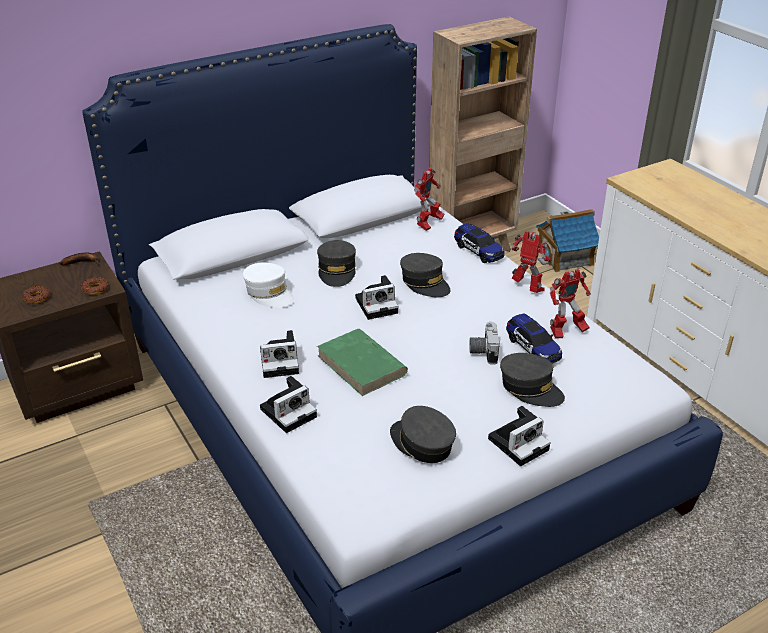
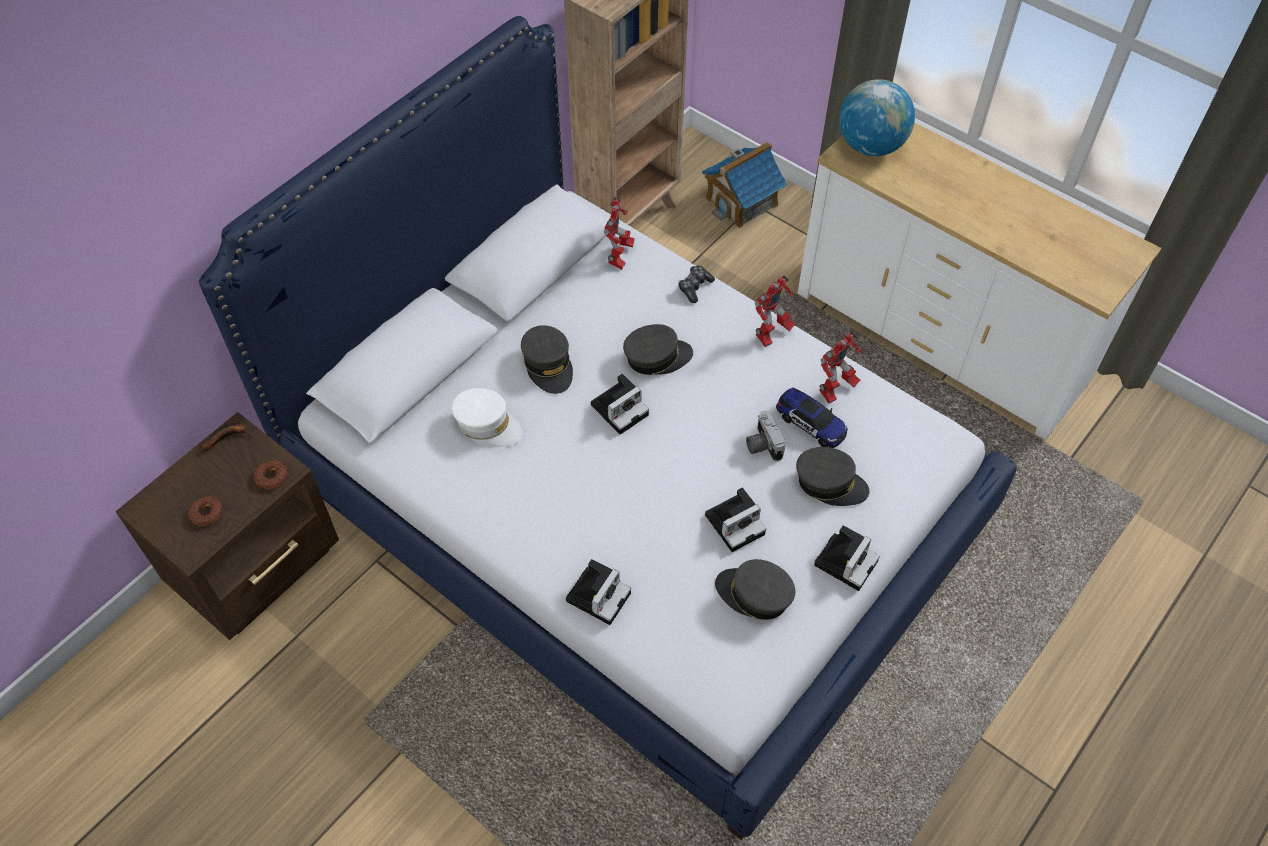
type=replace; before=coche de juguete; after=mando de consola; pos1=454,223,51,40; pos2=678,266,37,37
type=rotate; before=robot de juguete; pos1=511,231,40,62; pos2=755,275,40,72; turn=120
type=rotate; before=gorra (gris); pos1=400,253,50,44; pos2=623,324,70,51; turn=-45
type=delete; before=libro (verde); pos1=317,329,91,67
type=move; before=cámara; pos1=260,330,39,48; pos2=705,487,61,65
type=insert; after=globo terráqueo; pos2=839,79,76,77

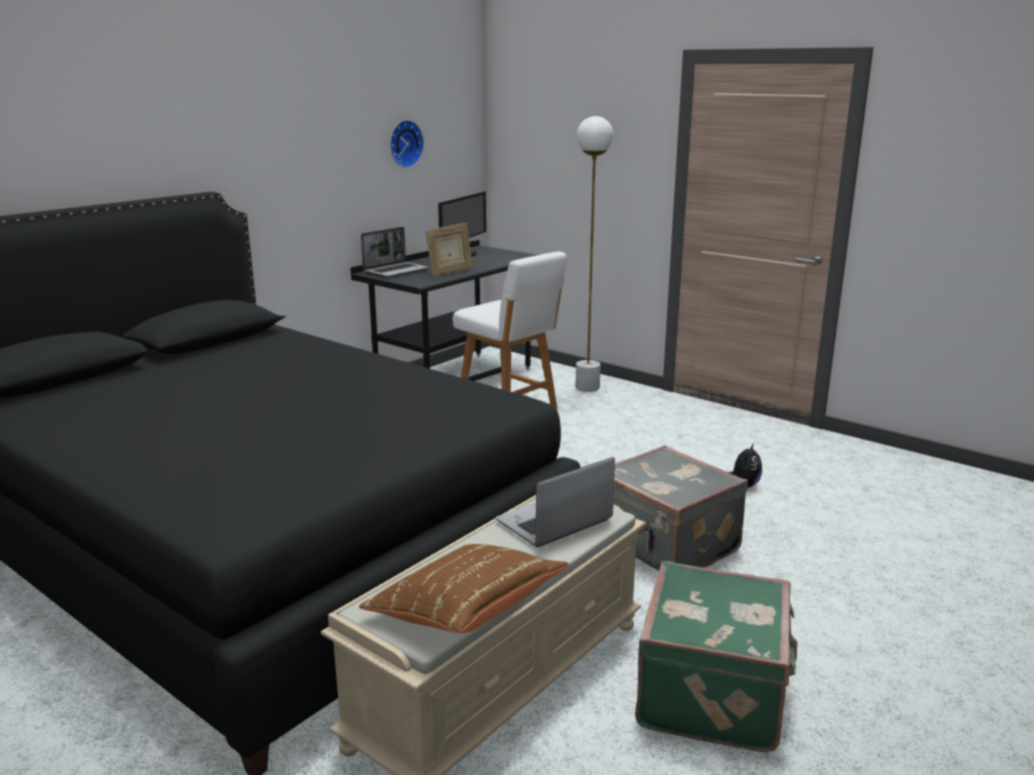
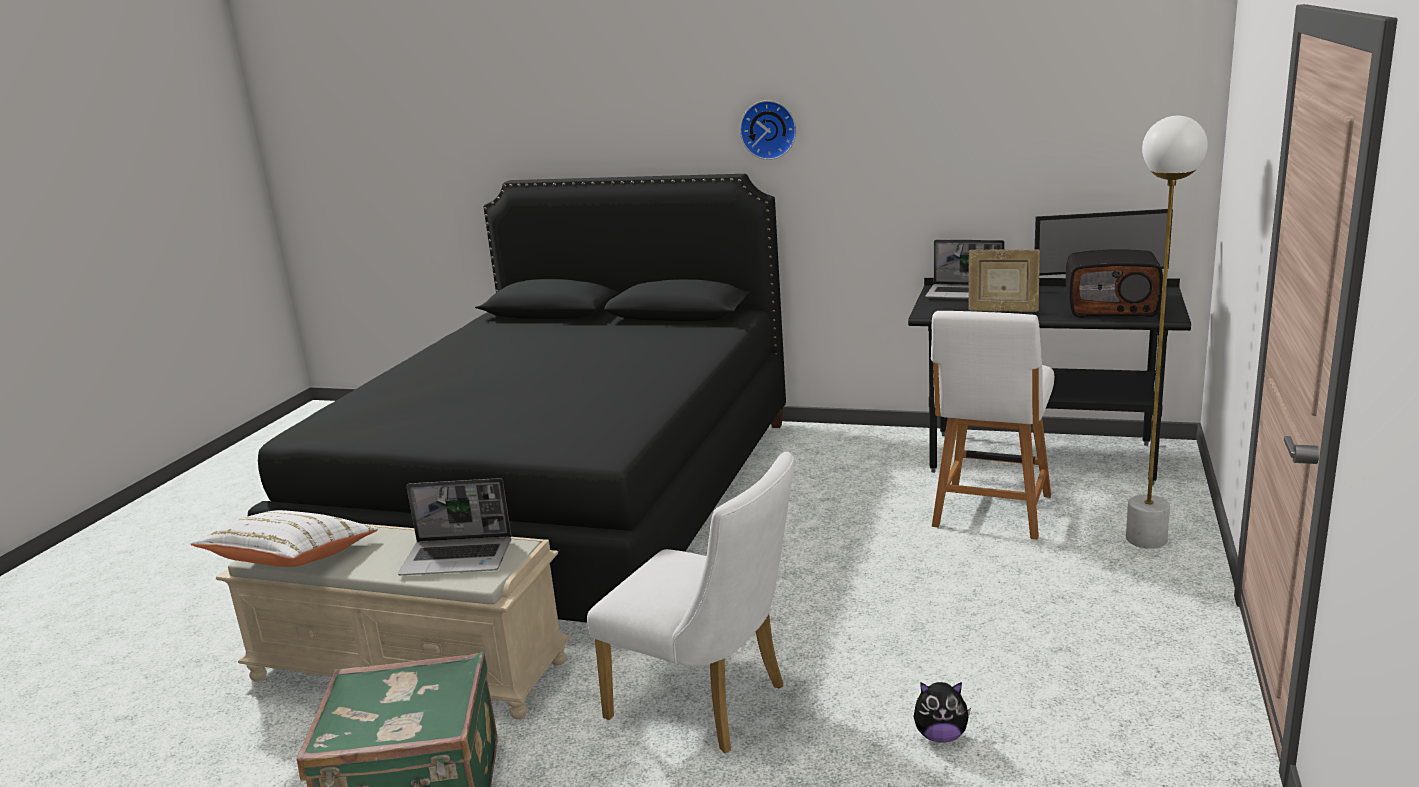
type=move; before=reloj de pared; pos1=390,120,34,48; pos2=740,100,56,60
type=replace; before=maleta (gris); after=silla (blanco); pos1=613,445,135,126; pos2=587,452,207,301
type=rotate; before=portátil; pos1=496,457,119,90; pos2=398,478,113,97; turn=150
type=recolor; before=cojín (marrón); after=cojín (blanco); pos1=359,544,210,89; pos2=191,510,187,57
type=insert; after=radio; pos2=1066,249,97,68

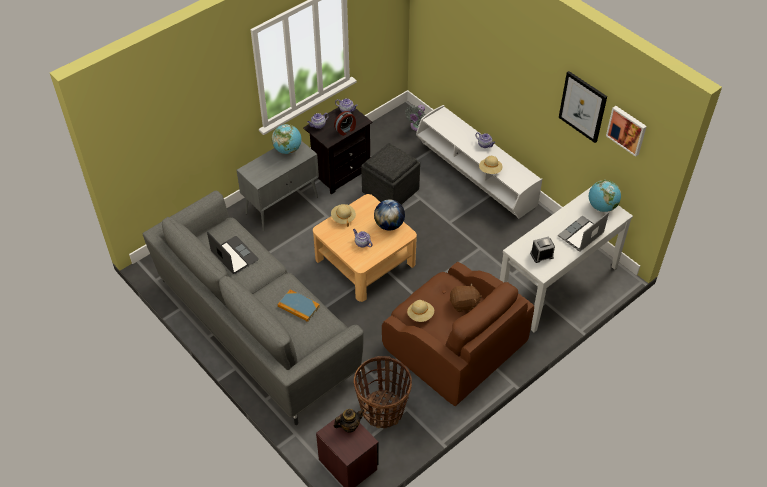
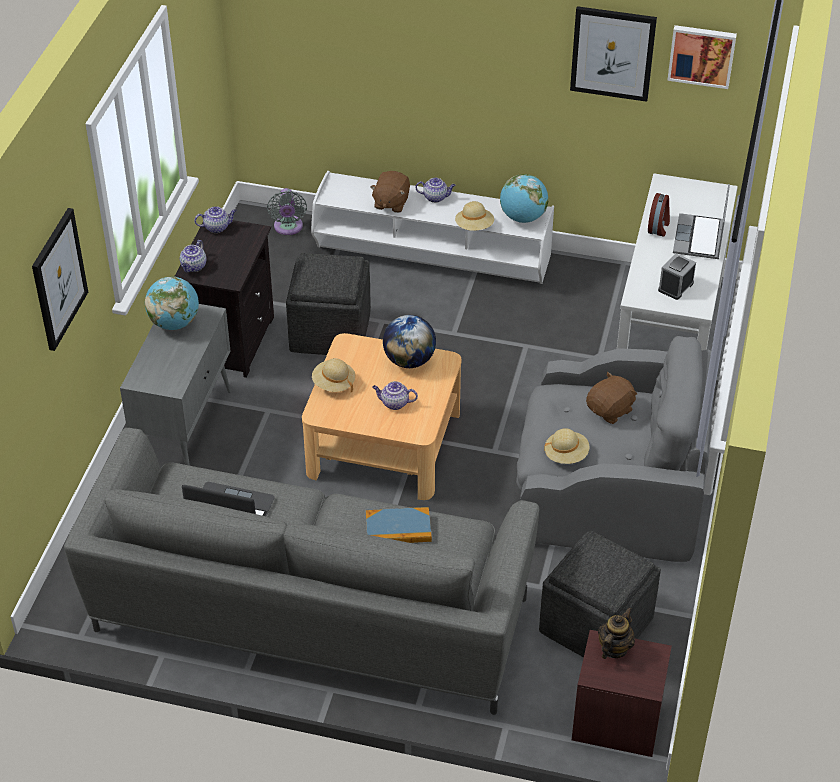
type=move; before=despertador; pos1=334,111,22,25; pos2=648,193,22,43
type=move; before=globo terráqueo; pos1=589,180,32,32; pos2=500,174,48,49
type=recolor; before=sillón (marrón); after=sillón (gris); pos1=382,262,152,144; pos2=516,336,198,226
type=replace; before=cesta; after=puf (gris); pos1=354,356,58,73; pos2=539,530,122,127
type=insert; after=peluche (marrón); pos2=370,171,40,42
type=insert; after=cuadro; pos2=32,208,56,143

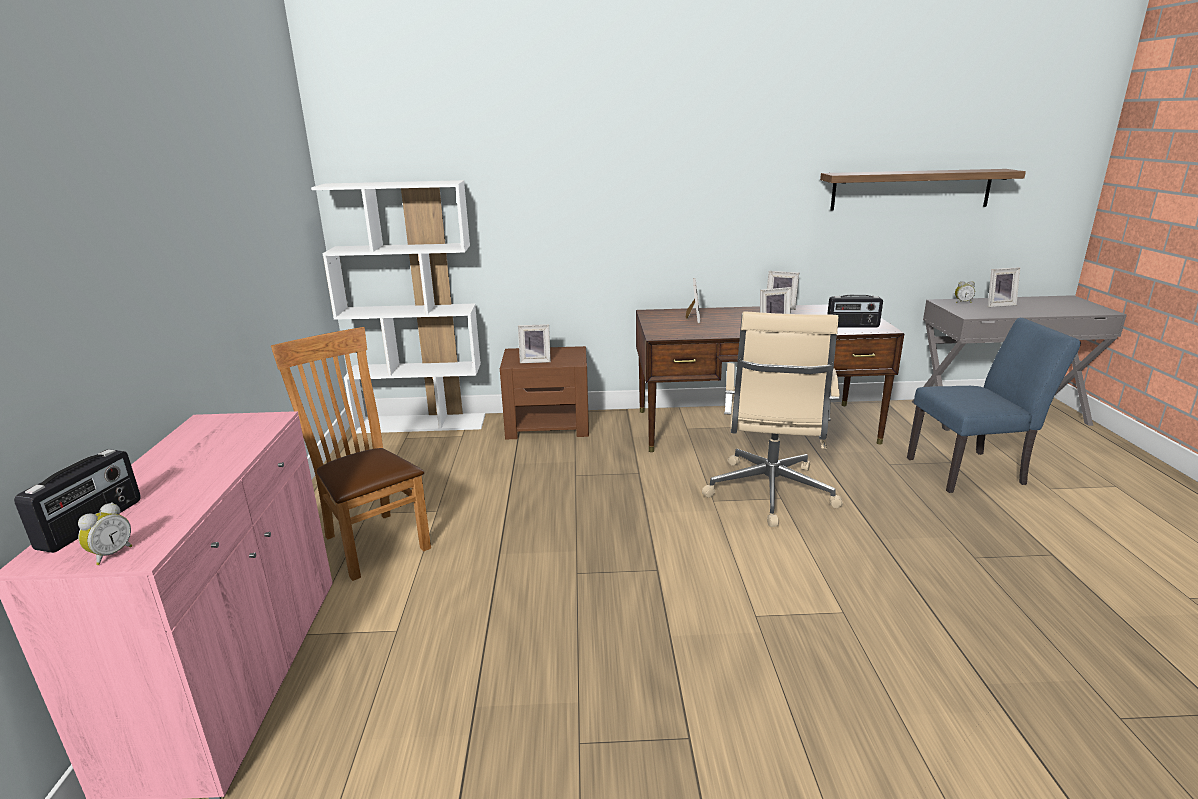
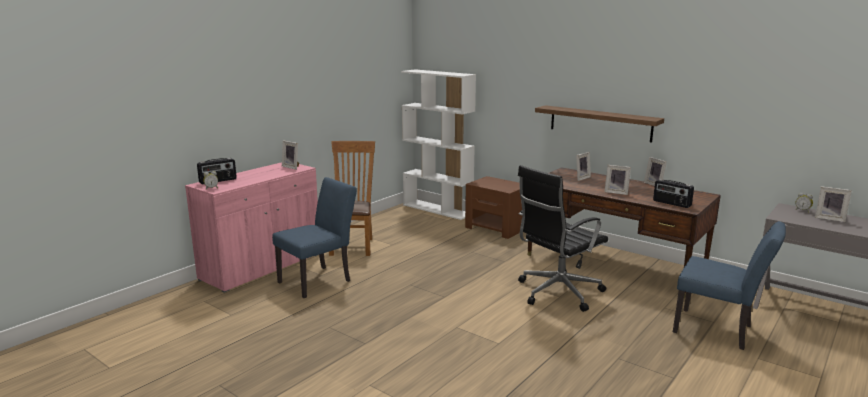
type=move; before=estante; pos1=820,169,206,41; pos2=535,105,129,37
type=recolor; before=silla de oficina (beis); after=silla de oficina (negro); pos1=702,312,141,215; pos2=518,165,90,147
type=move; before=portarretratos; pos1=518,324,33,39; pos2=282,140,17,30
type=insert; after=silla (azul); pos2=272,177,85,121

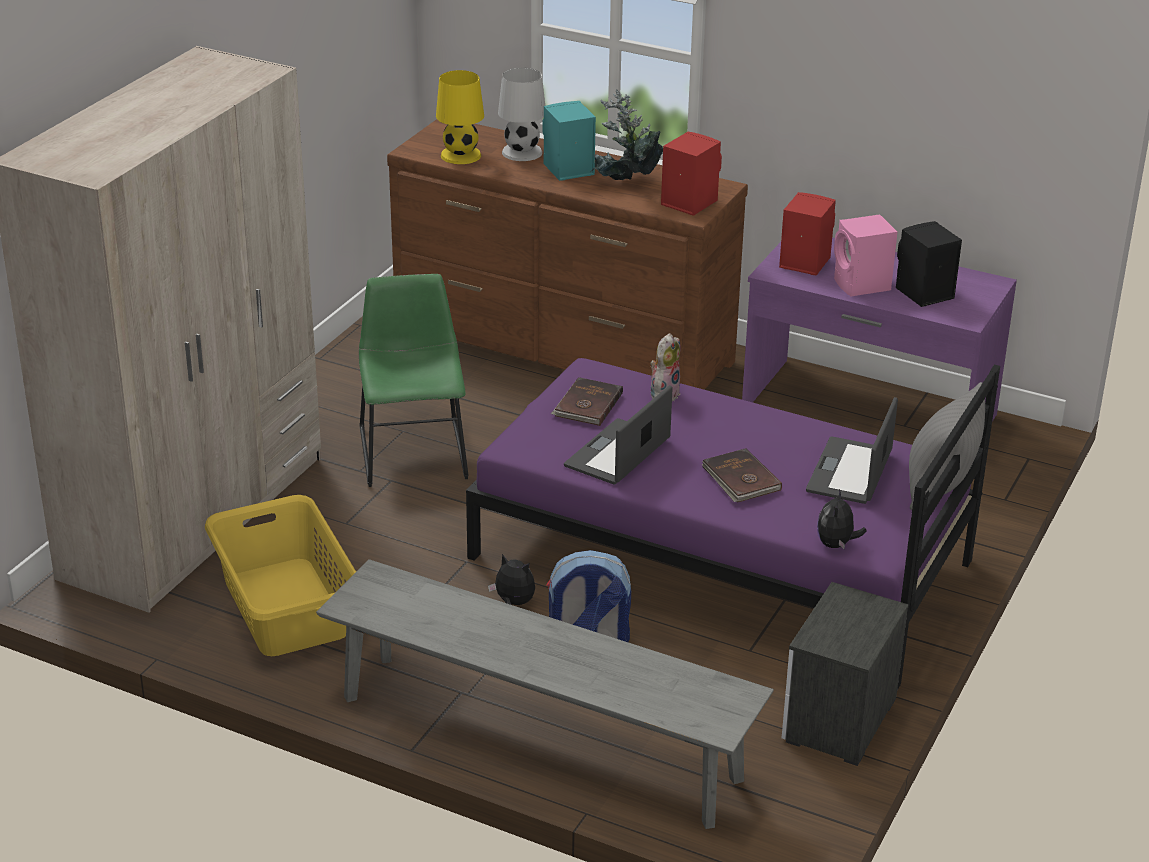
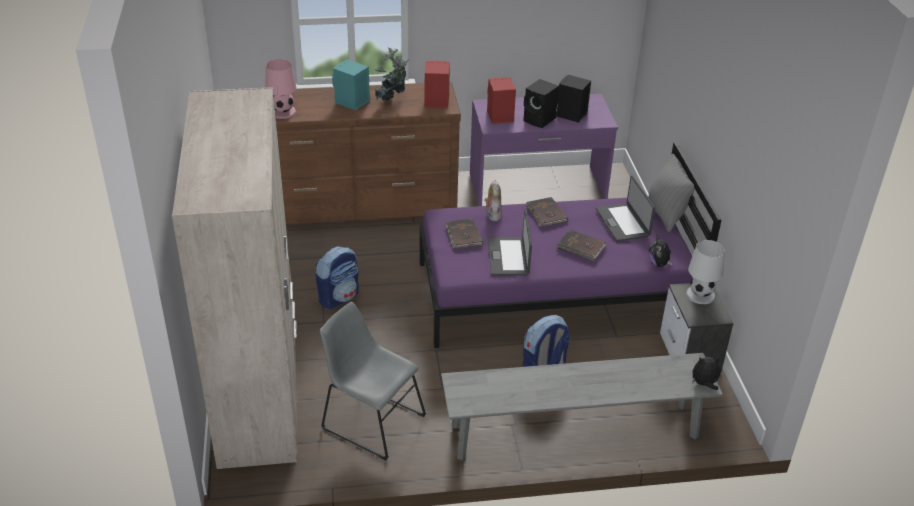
type=move; before=lámpara de mesa (blanco); pos1=498,67,47,94; pos2=686,240,39,64
type=recolor; before=lámpara de mesa (amarillo); after=lámpara de mesa (rosa); pos1=436,70,48,94; pos2=265,59,32,60
type=recolor; before=altavoz (rosa); after=altavoz (negro); pos1=834,214,63,83; pos2=523,79,36,49
type=replace; before=silla (verde); after=mochila; pos1=359,274,110,213; pos2=316,246,43,63
type=replace; before=cesto de la ropa (amarillo); after=silla (gris); pos1=205,495,151,161; pos2=320,302,106,158
type=move; before=peluche; pos1=488,554,47,51; pos2=693,356,27,34
type=insert; after=libro (marrón); pos2=526,197,42,30

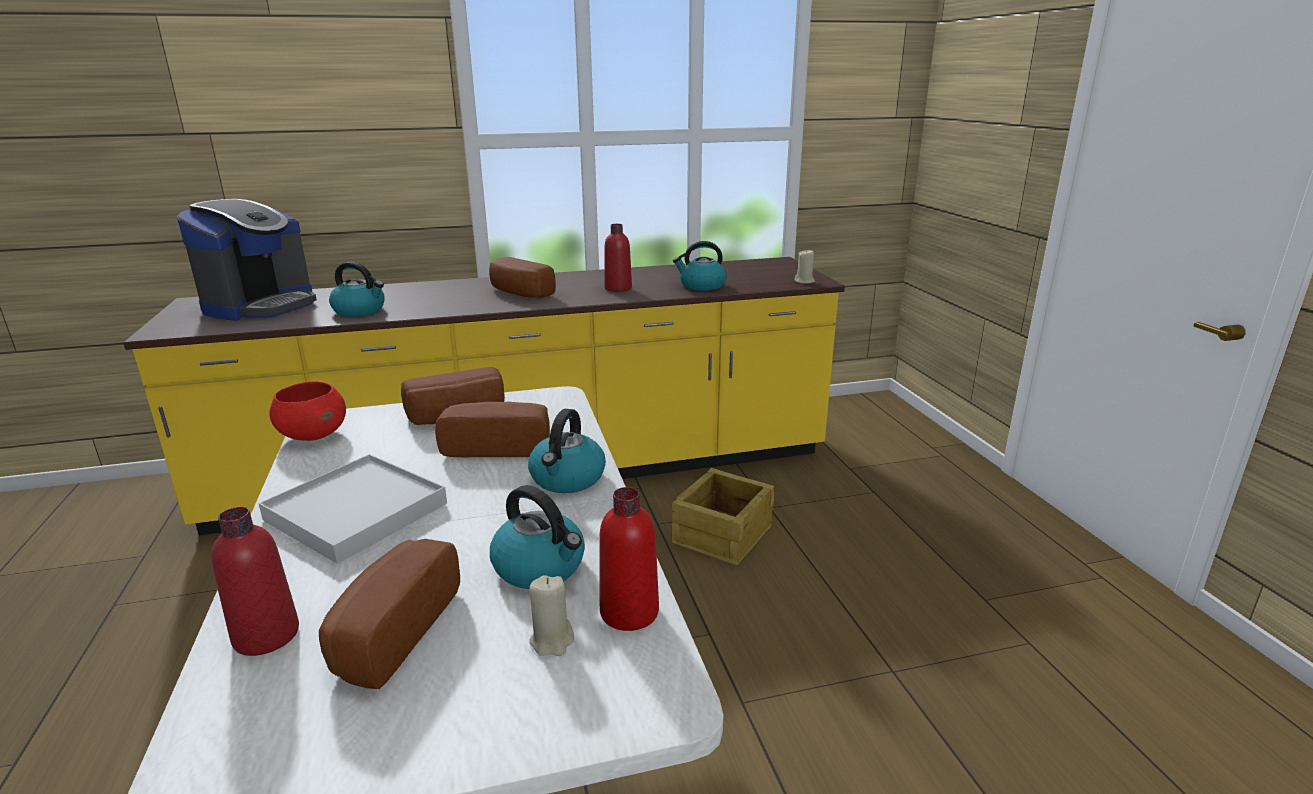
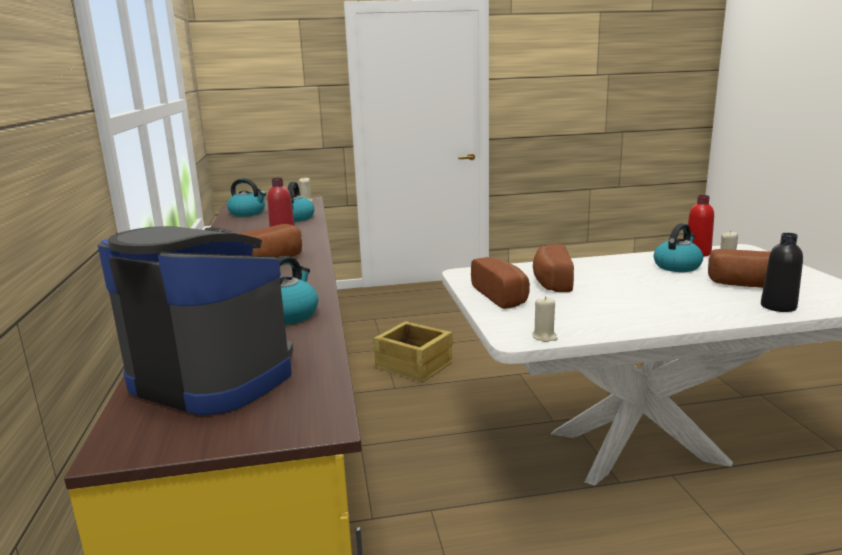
type=replace; before=cuenco (rojo); after=vela (beis); pos1=269,381,77,60; pos2=532,296,26,46
type=move; before=hervidor; pos1=528,409,78,84; pos2=227,178,39,39
type=delete; before=bandeja (blanco); pos1=258,454,189,110
type=recolor; before=botella (rojo); after=botella (negro); pos1=211,507,88,149; pos2=761,233,42,79

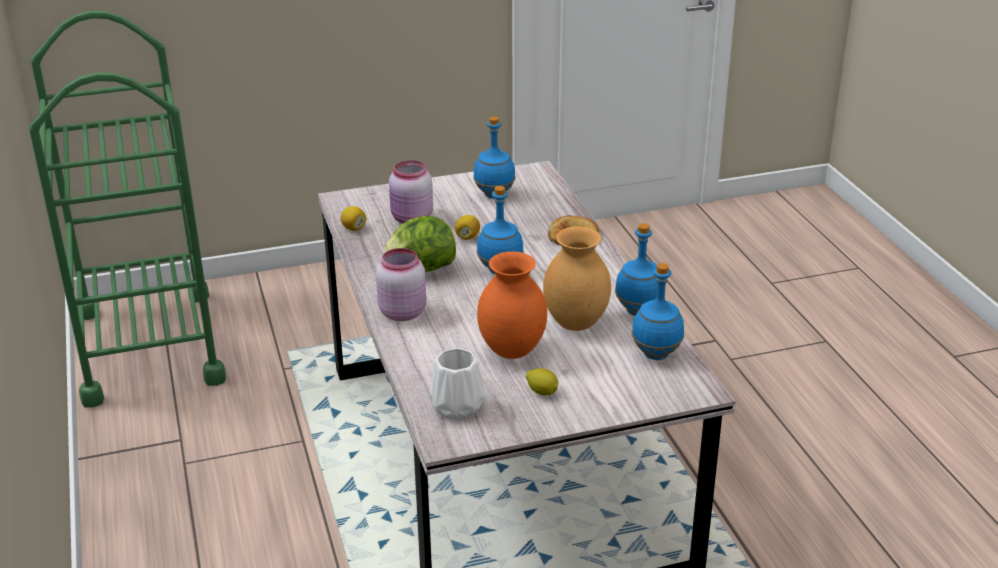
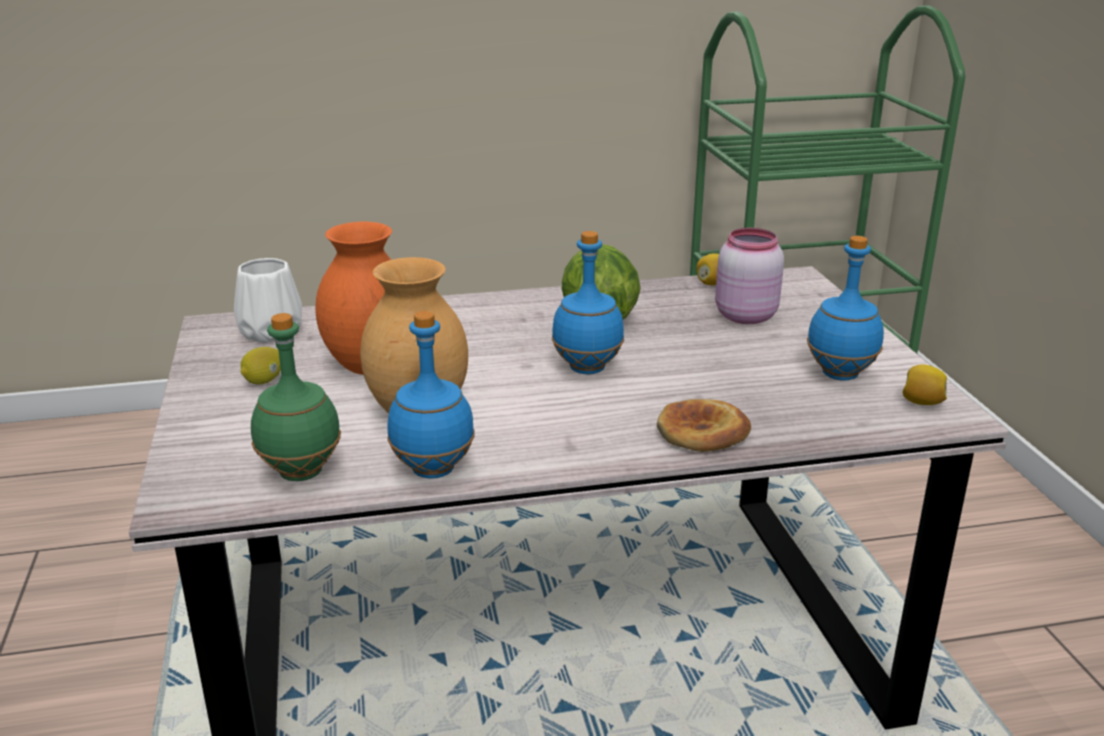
type=move; before=limón; pos1=455,215,25,25; pos2=903,364,44,41
type=delete; before=tarro (rosa); pos1=376,248,50,73
type=recolor; before=botella (azul); after=botella (verde); pos1=632,263,52,97; pos2=251,313,90,168

